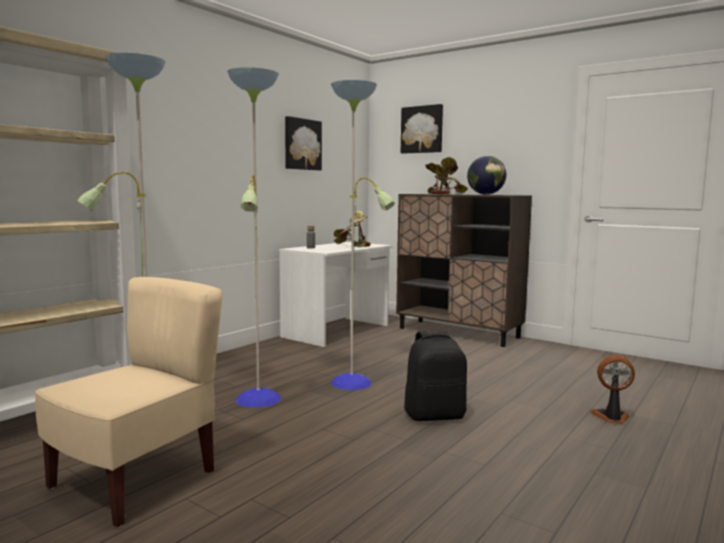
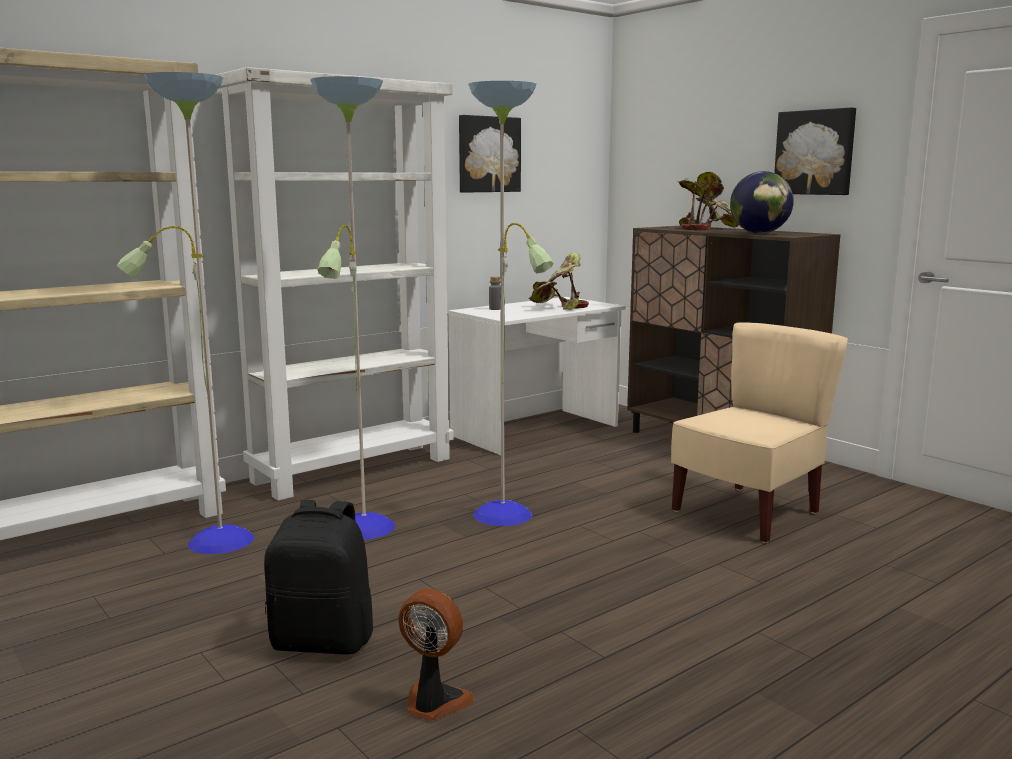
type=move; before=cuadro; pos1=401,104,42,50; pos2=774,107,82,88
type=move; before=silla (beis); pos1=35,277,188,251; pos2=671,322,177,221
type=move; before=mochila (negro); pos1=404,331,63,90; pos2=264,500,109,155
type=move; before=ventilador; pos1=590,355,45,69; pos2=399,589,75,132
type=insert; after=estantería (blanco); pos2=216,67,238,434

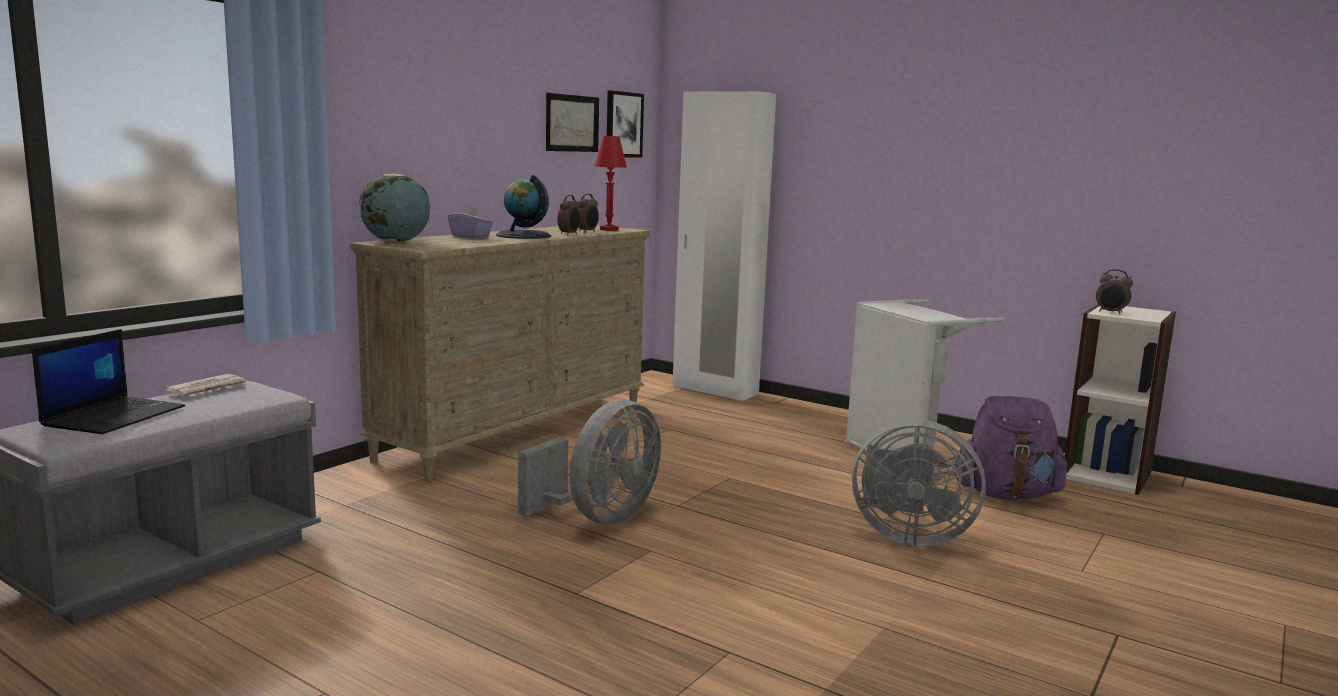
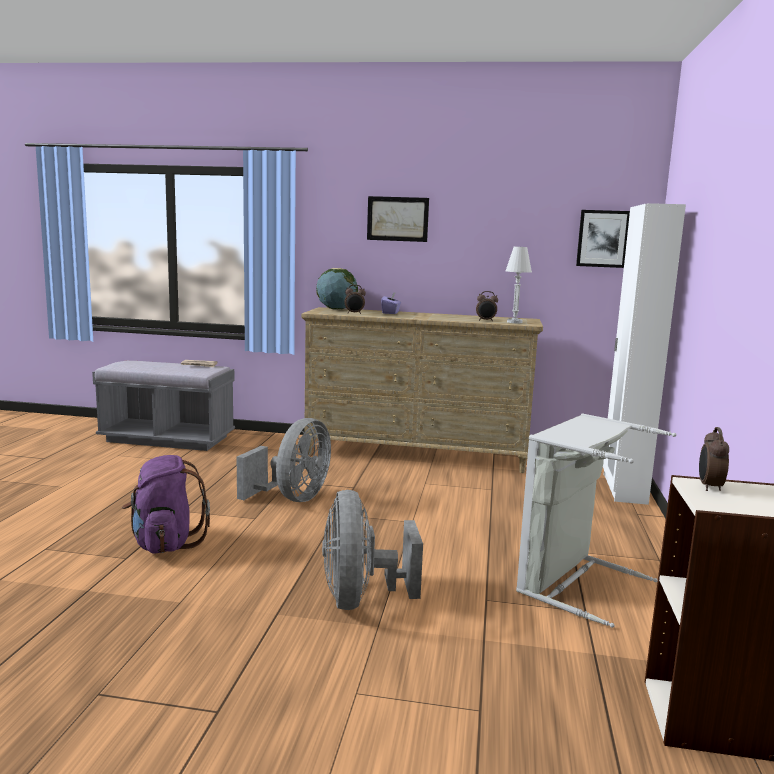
type=move; before=cuadro; pos1=546,93,53,59; pos2=367,196,62,46
type=recolor; before=lámpara de mesa (rojo); after=lámpara de mesa (blanco); pos1=594,136,33,95; pos2=505,247,27,76
type=delete; before=globo terráqueo; pos1=496,175,55,64
type=move; before=despertador; pos1=558,195,22,40; pos2=344,285,22,29
type=delete; before=portátil; pos1=32,329,153,105
type=move; before=mochila (morado); pos1=955,396,114,104; pos2=122,455,88,98
type=rotate; before=ventilador (gris); pos1=518,400,143,125; pos2=237,418,94,84; turn=-75

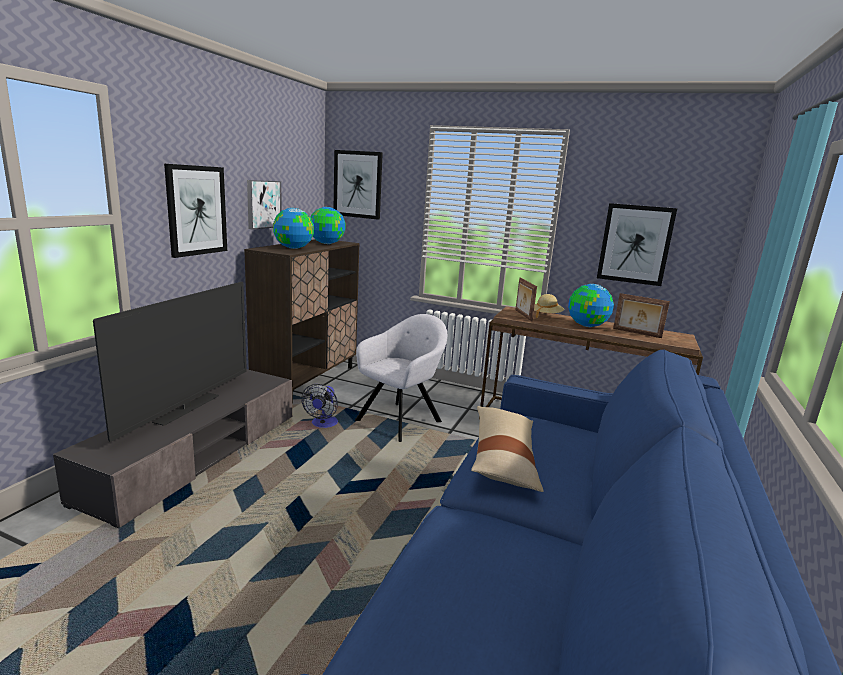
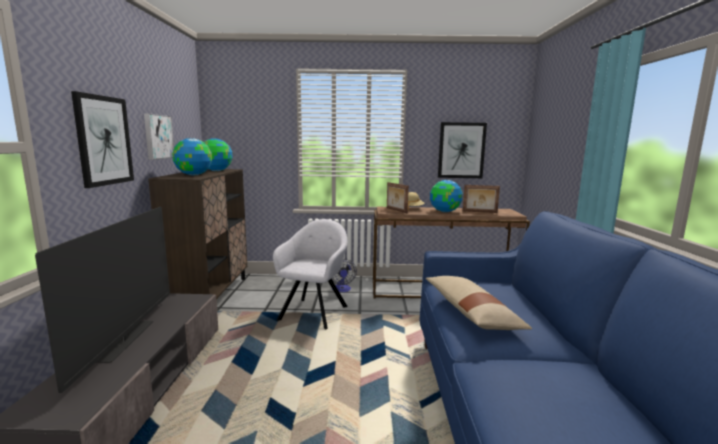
type=delete; before=cuadro; pos1=334,150,49,70
type=move; before=ventilador; pos1=301,384,37,44; pos2=331,259,26,33

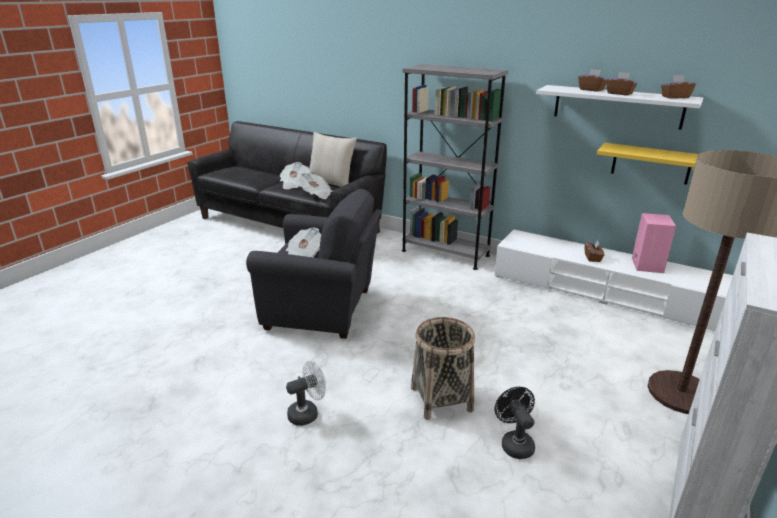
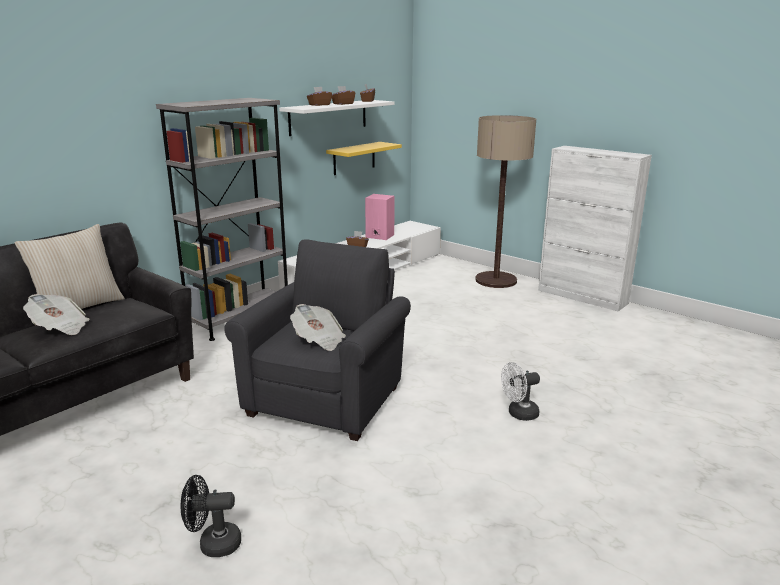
type=delete; before=periódico; pos1=298,173,34,26
type=delete; before=cesta; pos1=411,317,64,103
type=rotate; before=ventilador (blanco); pos1=286,361,40,65; pos2=501,362,39,59; turn=-90
type=move; before=ventilador (negro); pos1=495,387,40,72; pos2=181,475,60,82

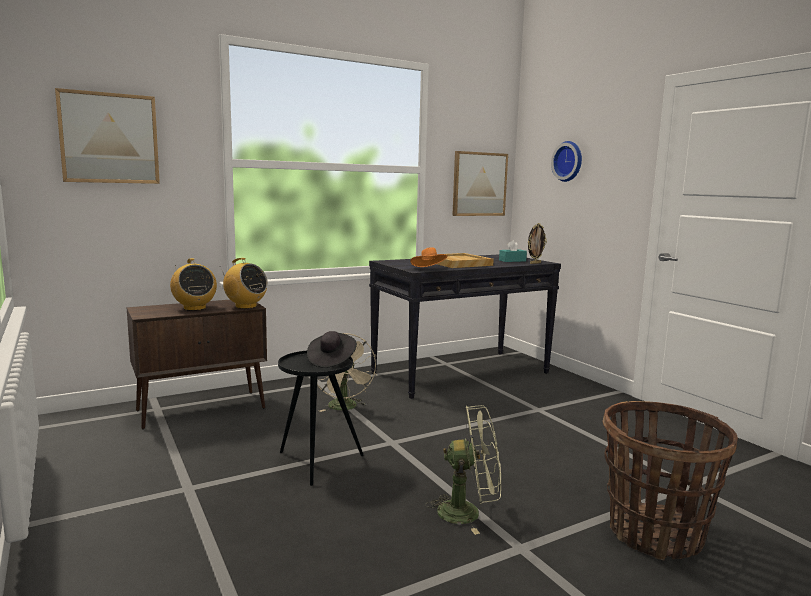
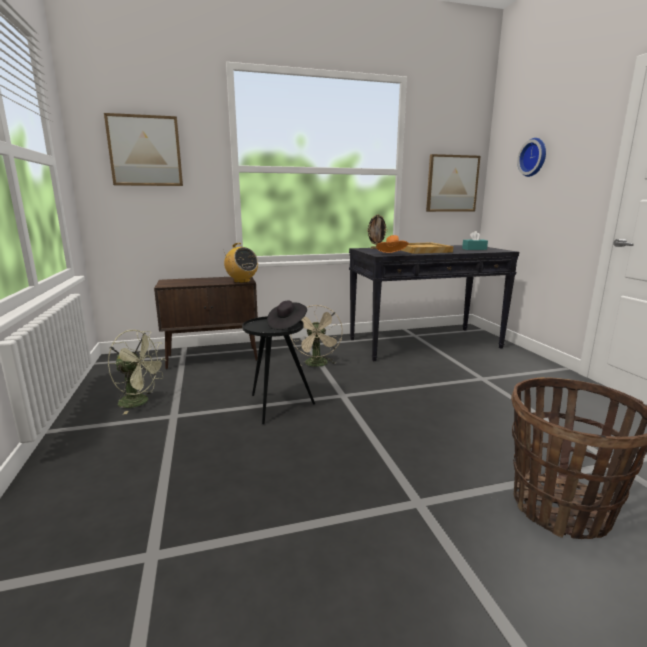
type=move; before=portarretratos; pos1=528,223,19,41; pos2=367,214,20,35
type=delete; before=radio; pos1=170,258,47,53
type=move; before=ventilador (verde); pos1=425,405,76,130; pos2=108,330,58,84

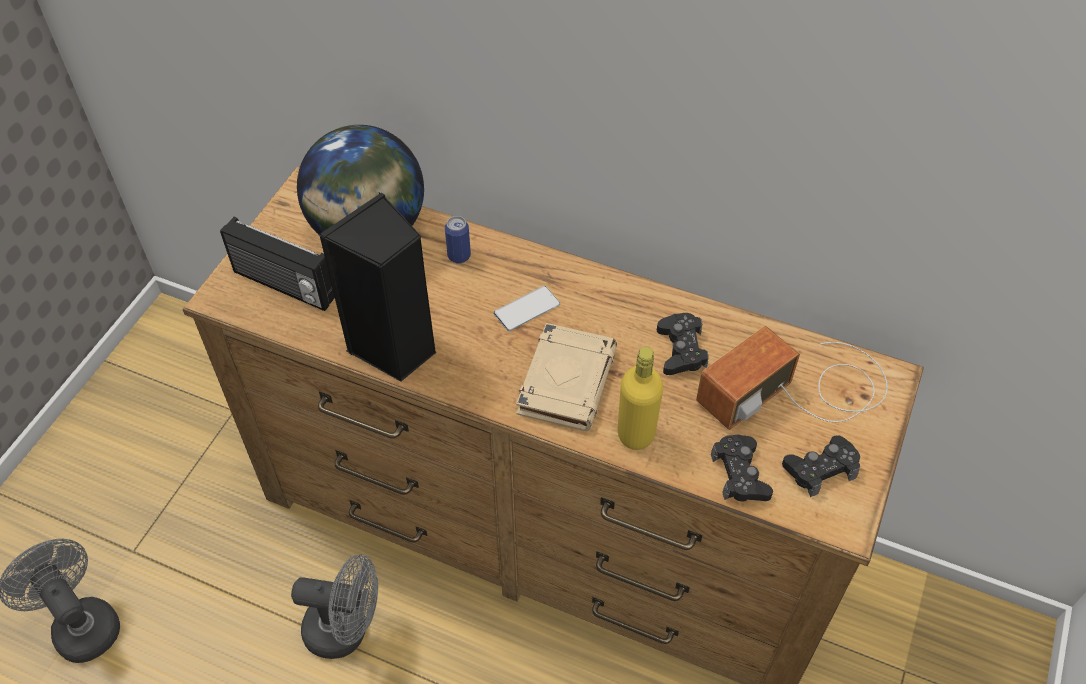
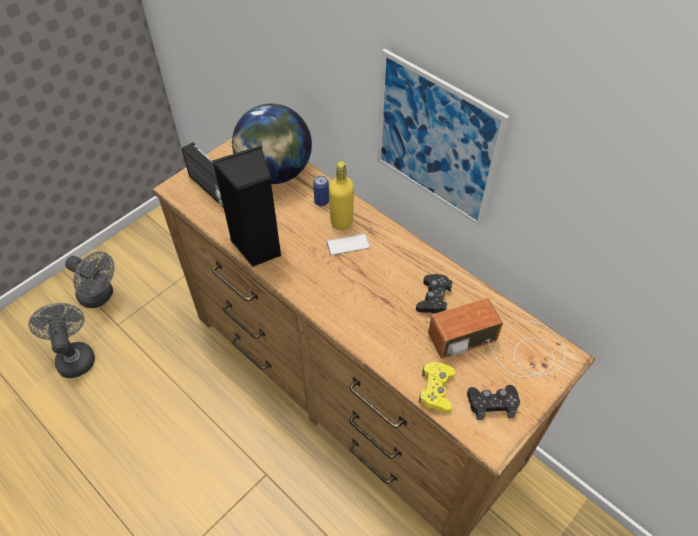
type=delete; before=libro (beis); pos1=516,323,101,108
type=move; before=botella (amarillo); pos1=617,347,46,103; pos2=329,161,25,69
type=recolor; before=mando de consola (negro); after=mando de consola (amarillo); pos1=711,435,62,67; pos2=419,362,36,51
type=move; before=ventilador (gris); pos1=291,555,87,104; pos2=65,251,50,57
type=insert; after=cuadro; pos2=377,49,132,178

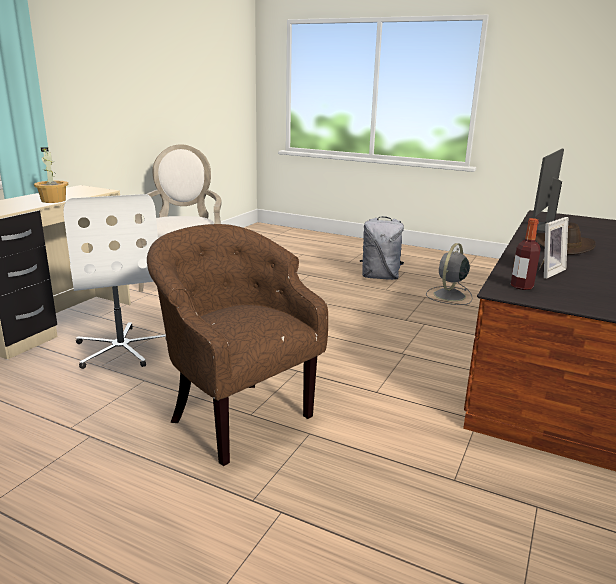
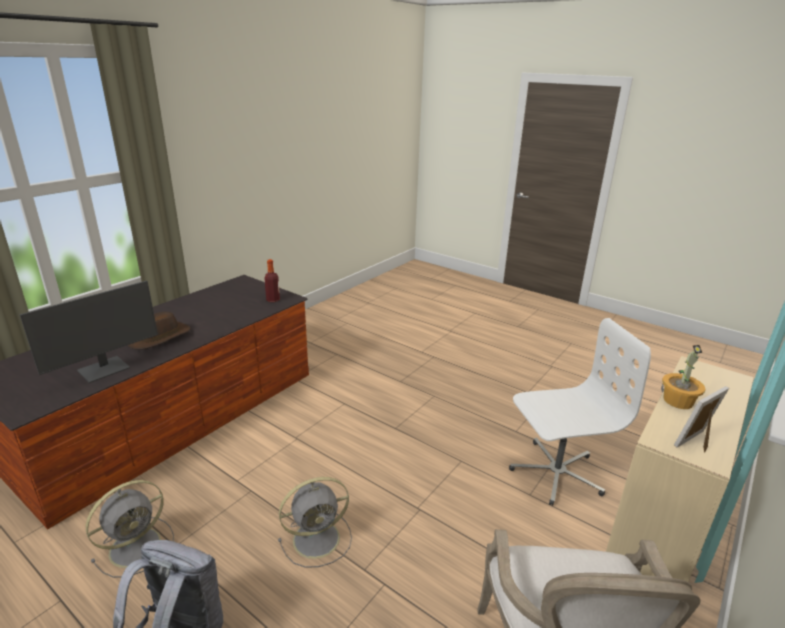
type=rotate; before=silla de oficina (blanco); pos1=63,194,104,175; pos2=509,318,142,188; turn=90
type=move; before=portarretratos; pos1=538,217,30,62; pos2=674,386,55,67
type=delete; before=sillón (marrón); pos1=147,224,181,242
type=insert; after=ventilador (gris); pos2=278,477,74,91

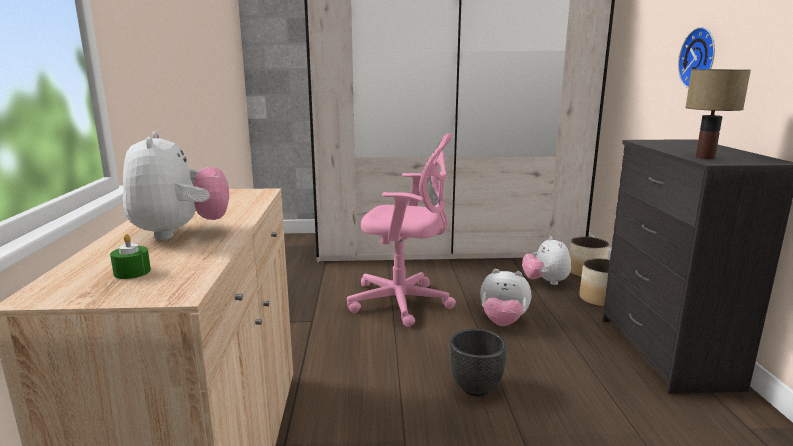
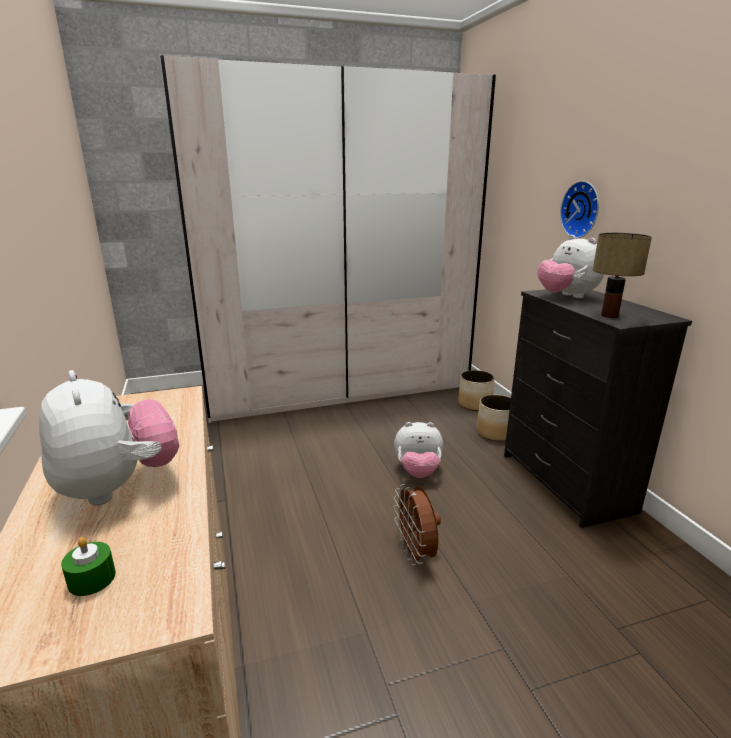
type=delete; before=silla de oficina (rosa); pos1=347,133,109,194
type=move; before=peluche; pos1=522,236,49,49; pos2=537,235,67,63
type=replace; before=maceta (negro); after=ventilador (marrón); pos1=449,329,58,67; pos2=393,484,48,81

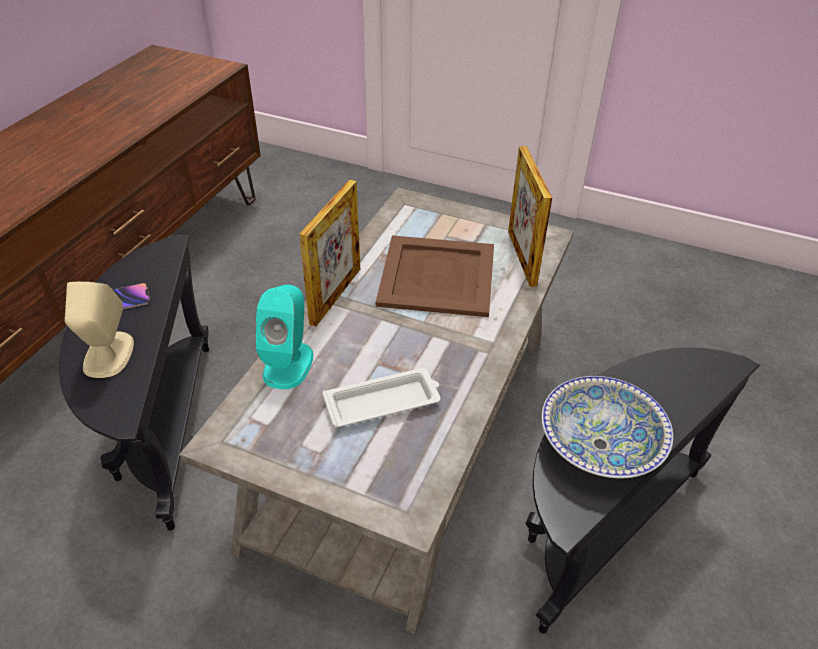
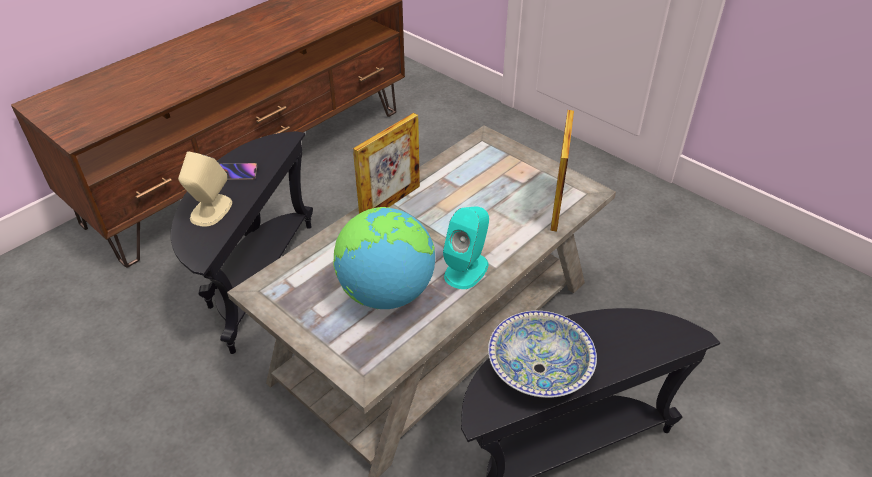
type=delete; before=bandeja (marrón); pos1=376,235,118,82
type=move; before=altavoz (turquesa); pos1=256,285,57,104; pos2=443,206,46,83
type=replace; before=bandeja (blanco); after=globo terráqueo; pos1=323,368,117,59; pos2=333,207,102,102

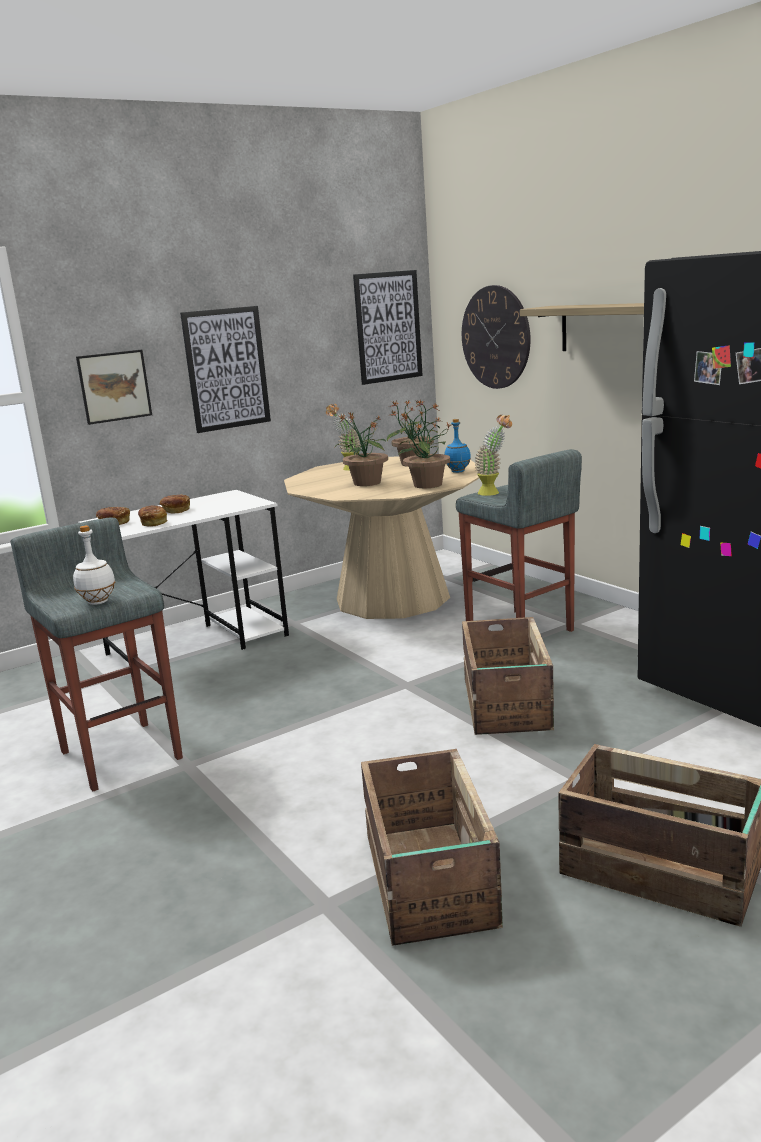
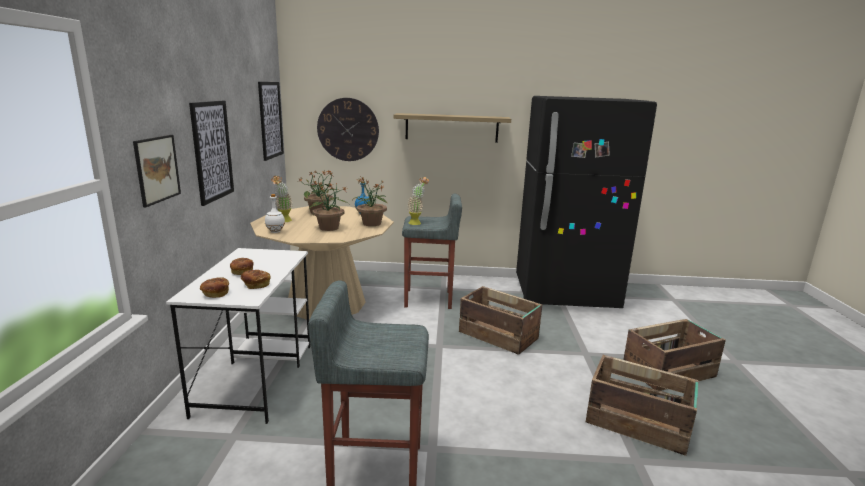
type=move; before=botella (blanco); pos1=73,525,42,80; pos2=265,194,20,39

